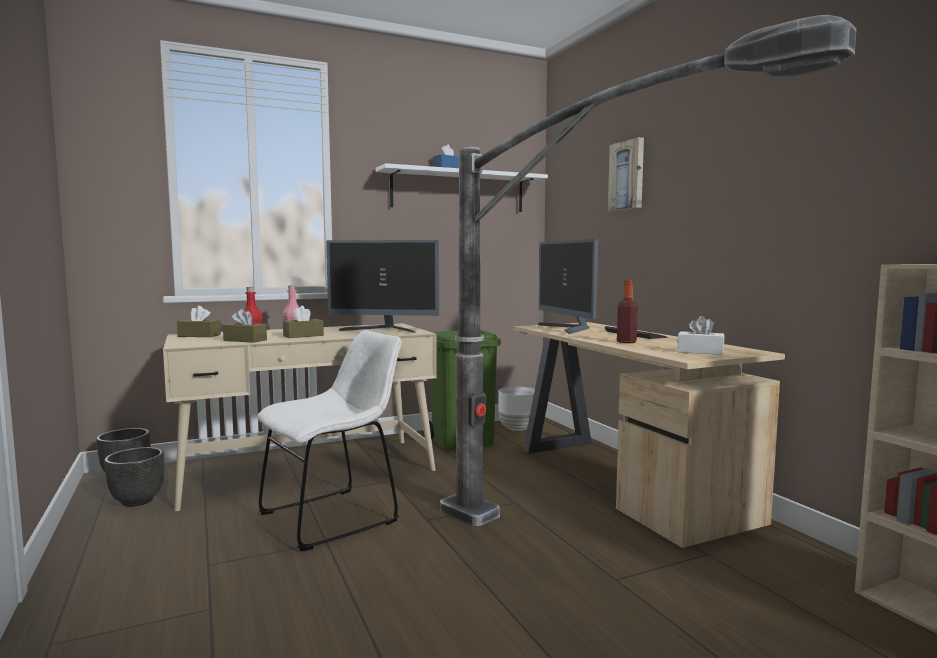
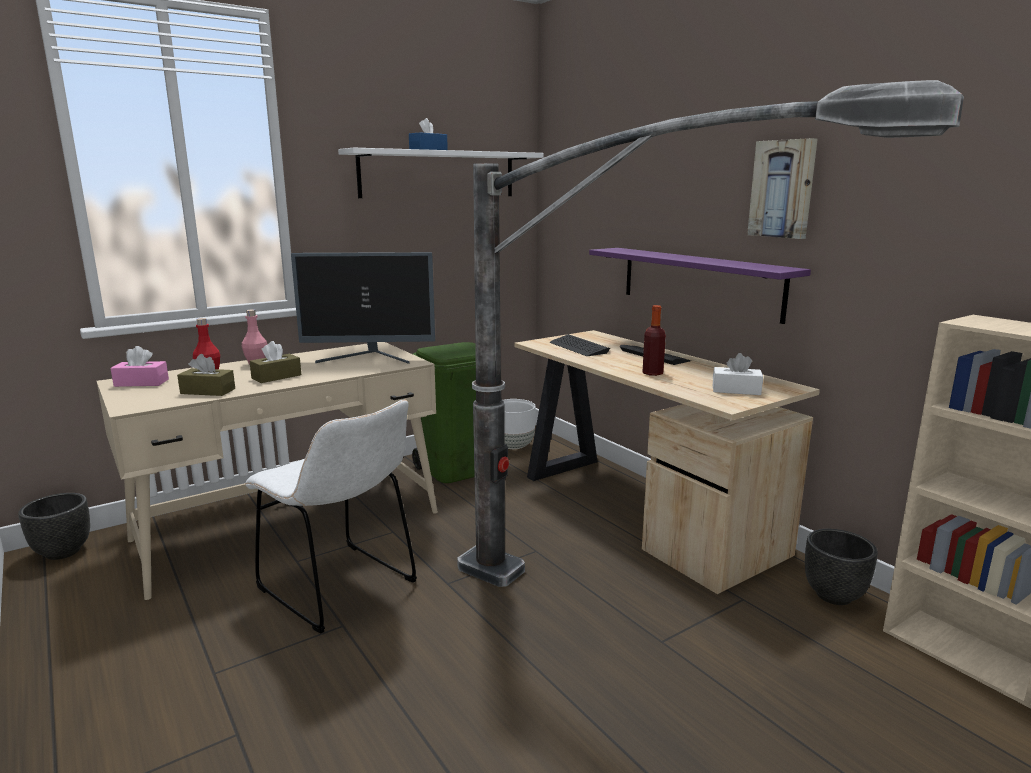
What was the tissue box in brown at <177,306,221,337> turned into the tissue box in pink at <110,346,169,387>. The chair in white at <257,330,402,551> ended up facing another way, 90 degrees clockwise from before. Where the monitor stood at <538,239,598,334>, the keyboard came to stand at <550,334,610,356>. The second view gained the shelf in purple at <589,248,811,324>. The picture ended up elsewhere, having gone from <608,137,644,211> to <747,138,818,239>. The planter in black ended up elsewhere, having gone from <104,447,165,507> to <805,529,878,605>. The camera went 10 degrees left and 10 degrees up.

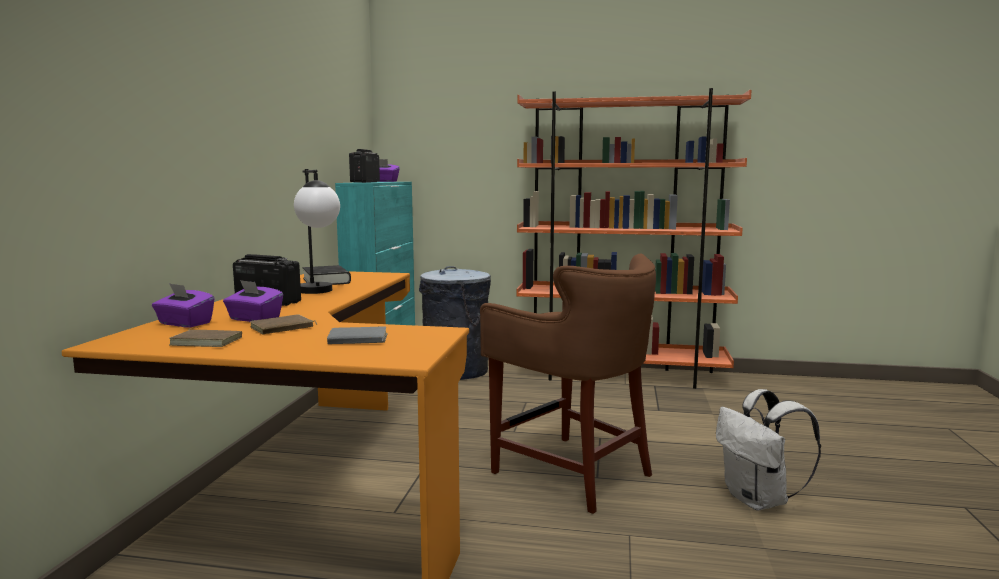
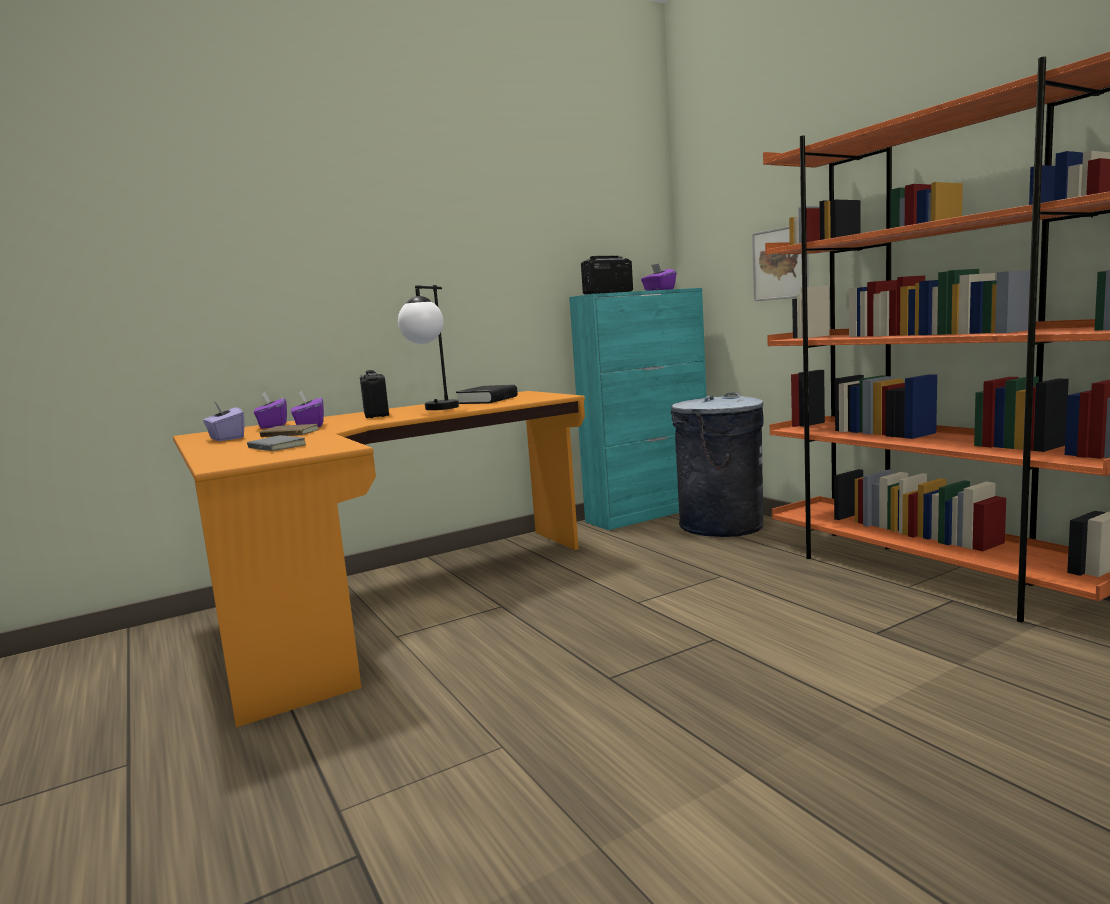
Where the book in brown stood at <169,328,242,347>, the tissue box in purple came to stand at <203,402,244,441>. The second view gained the picture at <752,226,809,301>. The second view lost the stool in brown at <480,254,656,514>. The second view lost the backpack in white at <716,389,821,510>. The camera went 50 degrees right and 0 degrees up.

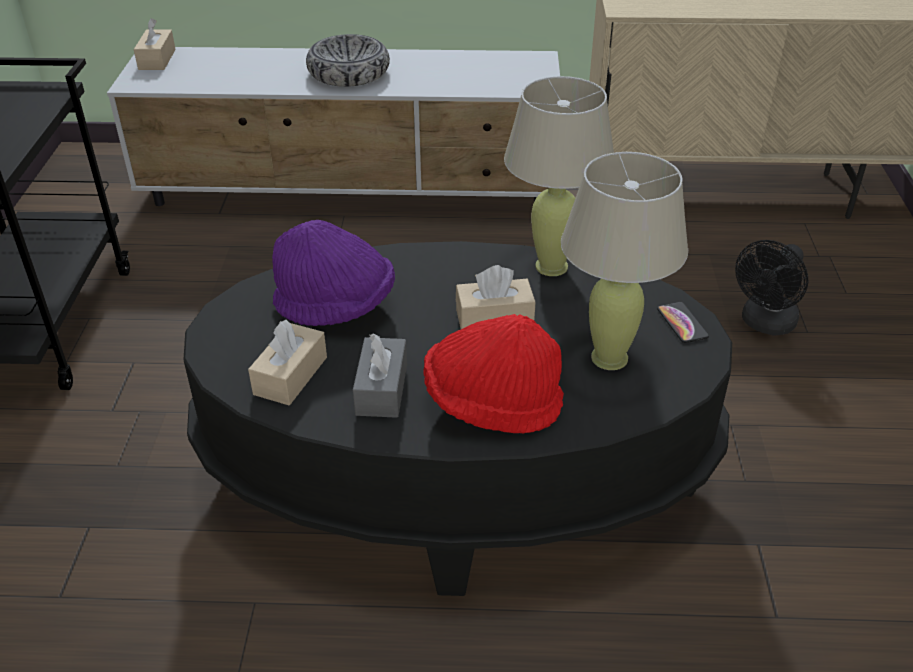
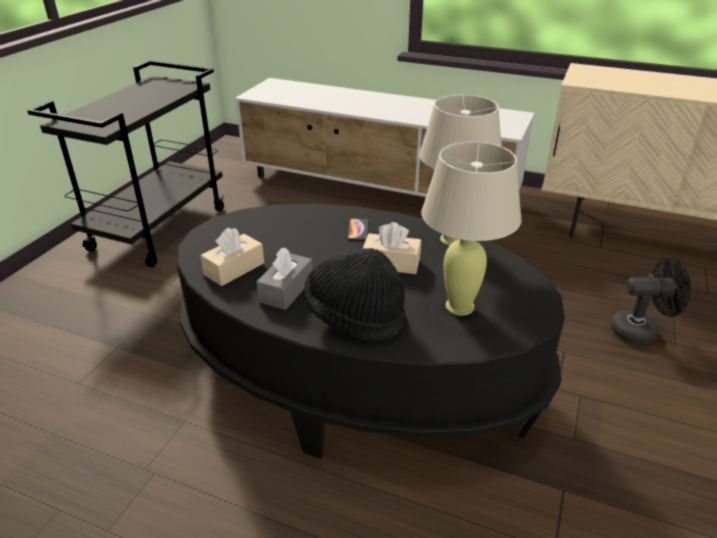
What was the hat in red at <423,314,564,433> turned into the hat in black at <304,248,408,342>. The phone ended up elsewhere, having gone from <657,302,709,343> to <347,218,369,241>. The fan in black at <735,240,808,335> ended up facing another way, 150 degrees counterclockwise from before. The second view lost the tissue box in beige at <134,18,176,70>. The second view lost the hat in purple at <272,220,395,326>. The second view lost the bowl at <306,34,390,87>. The camera went 20 degrees right and 5 degrees down.

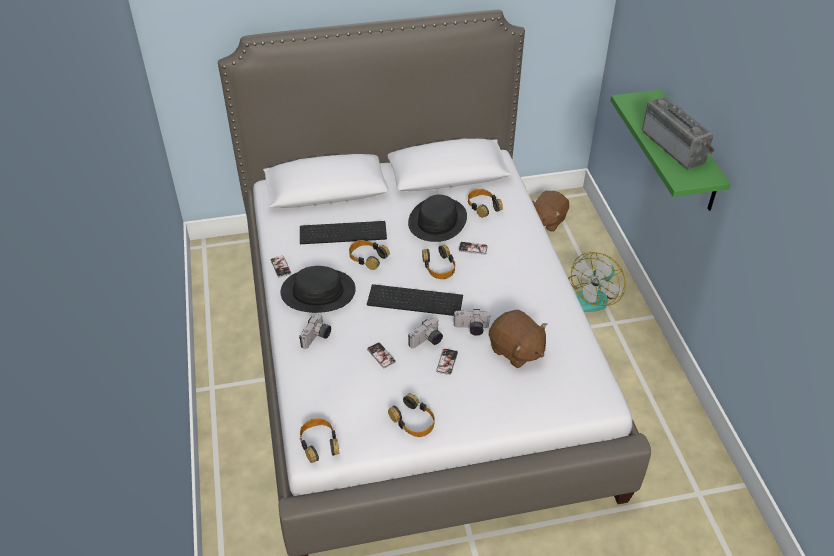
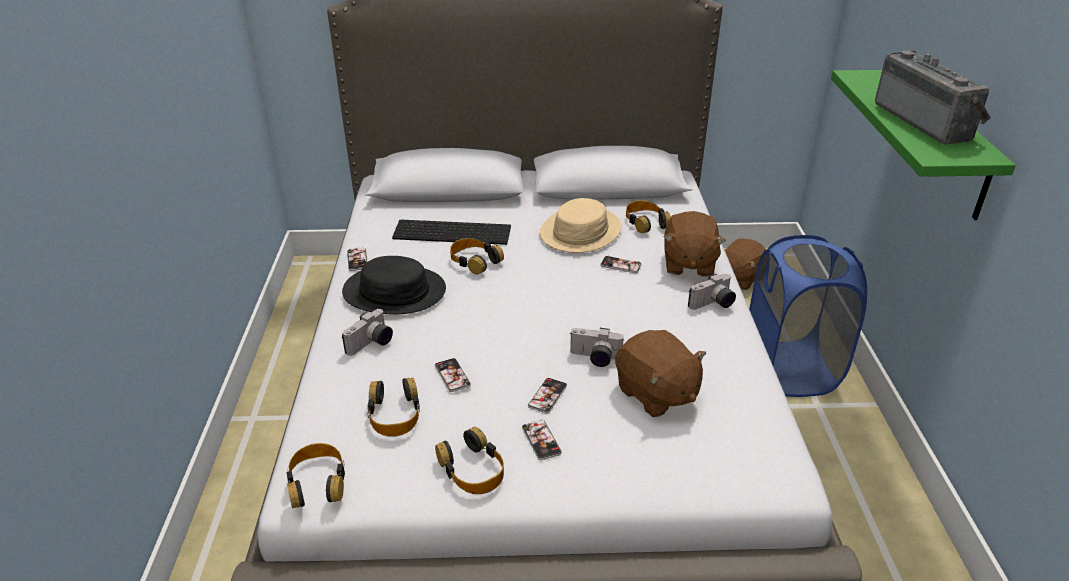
The headphones ended up elsewhere, having gone from <422,245,455,279> to <368,378,420,437>. The second view gained the phone at <522,419,562,460>. What was the hat in black at <408,195,467,242> turned into the hat in beige at <540,198,622,253>. The second view gained the plush toy in brown at <664,211,726,277>. The photo camera ended up elsewhere, having gone from <408,317,443,348> to <688,274,736,310>. Where the fan stood at <568,252,626,312>, the laundry basket in blue came to stand at <749,235,867,397>. The second view lost the keyboard at <367,284,463,316>. The camera went 10 degrees right and 10 degrees down.

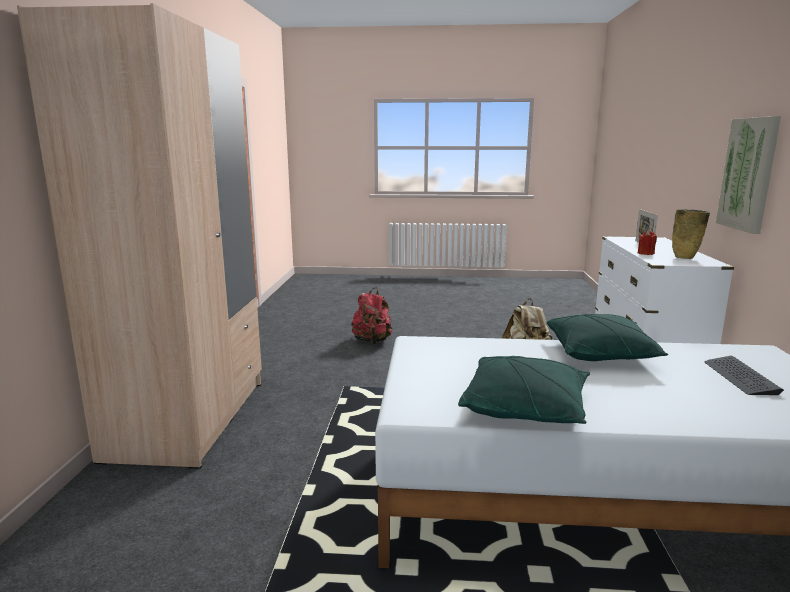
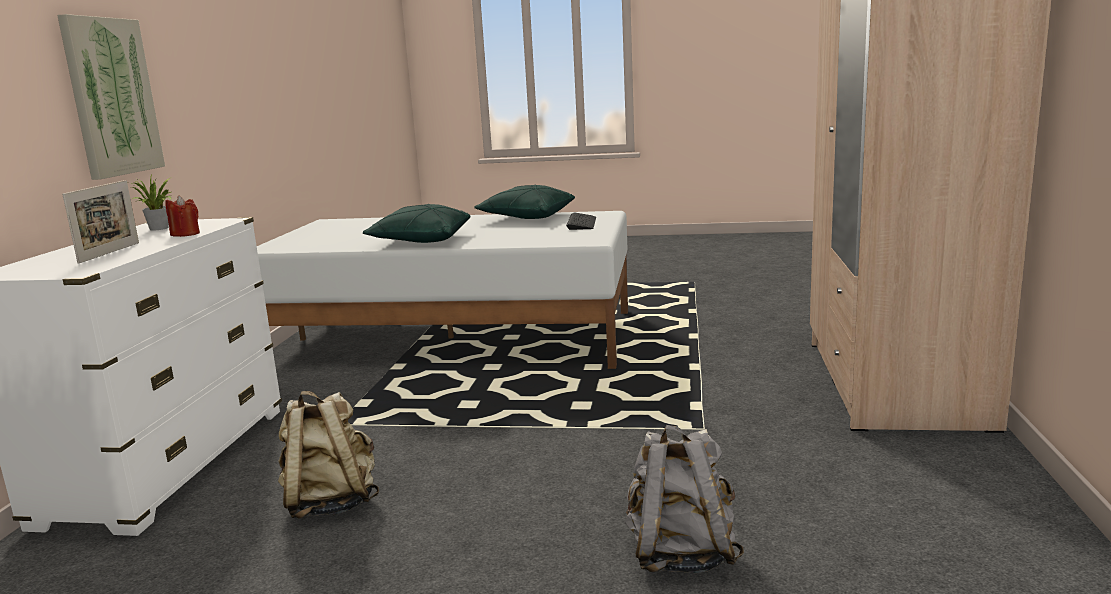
Where the vase in beige stood at <672,209,710,259>, the potted plant came to stand at <127,175,171,230>. The keyboard ended up elsewhere, having gone from <704,356,784,395> to <566,212,596,230>. What was the backpack in red at <351,288,392,344> turned into the backpack in grey at <625,425,744,573>. The camera went 175 degrees left and 0 degrees up.

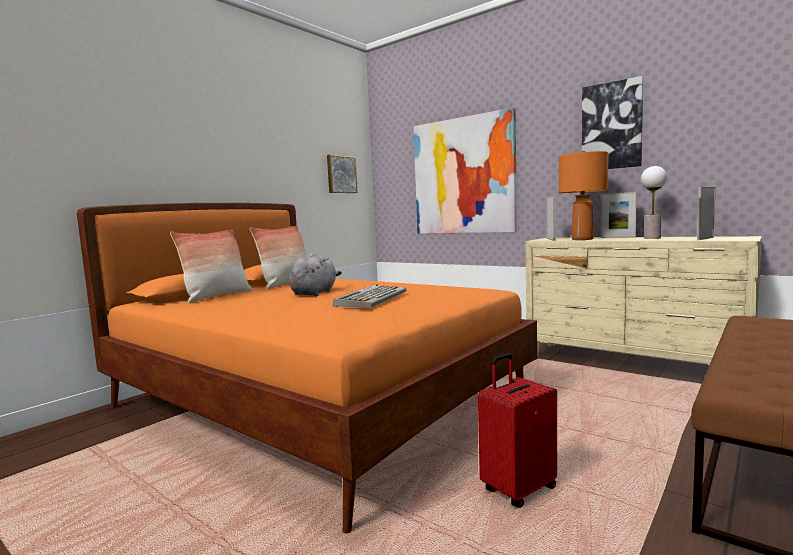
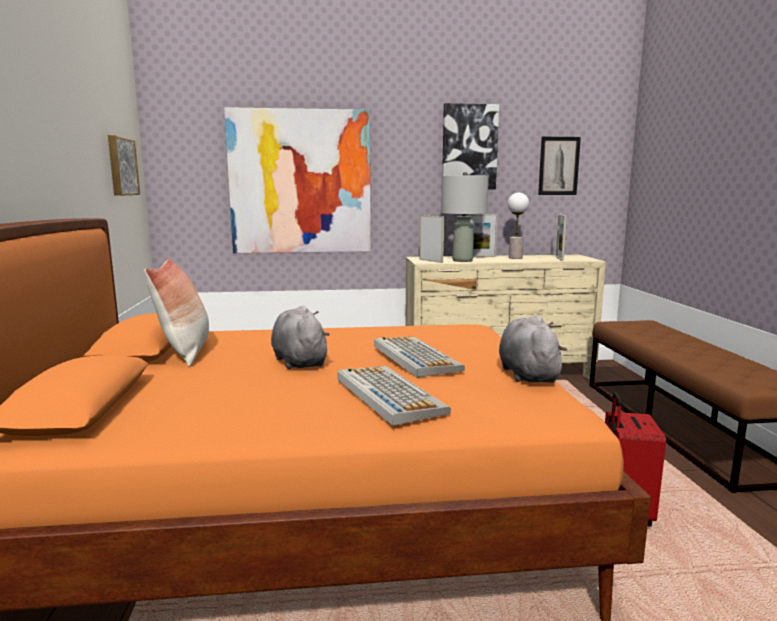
The second view gained the keyboard at <337,366,451,426>. What was the table lamp in orange at <559,151,609,240> turned into the table lamp in grey at <441,172,489,262>. The second view gained the plush toy in grey at <499,315,567,383>. The second view gained the picture at <538,137,581,195>. The second view lost the pillow at <170,229,252,303>. The camera went 45 degrees left and 5 degrees up.

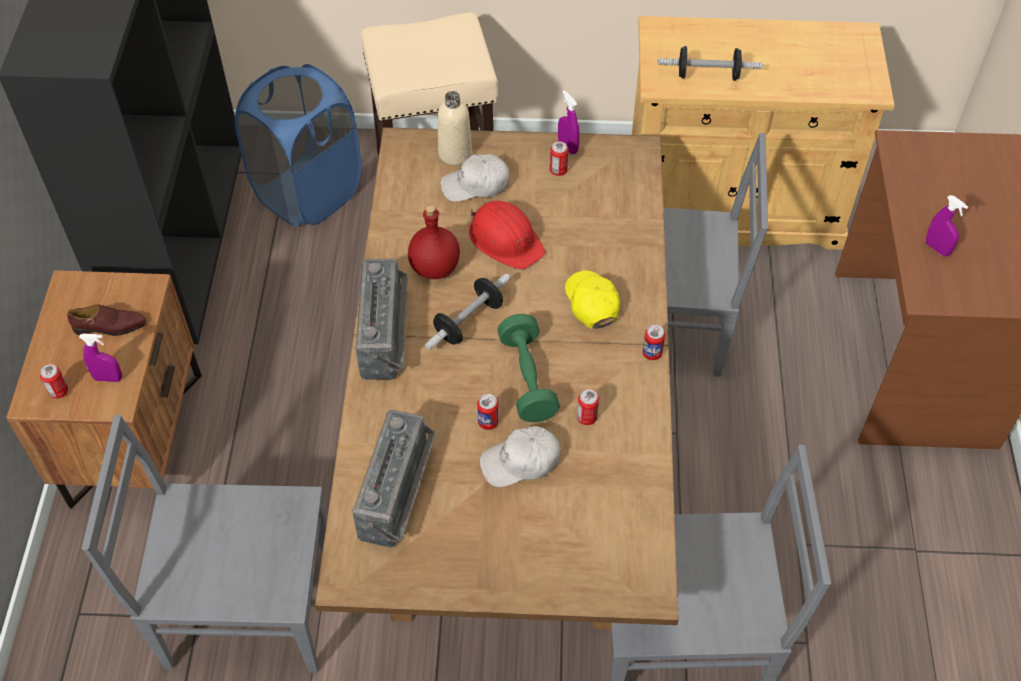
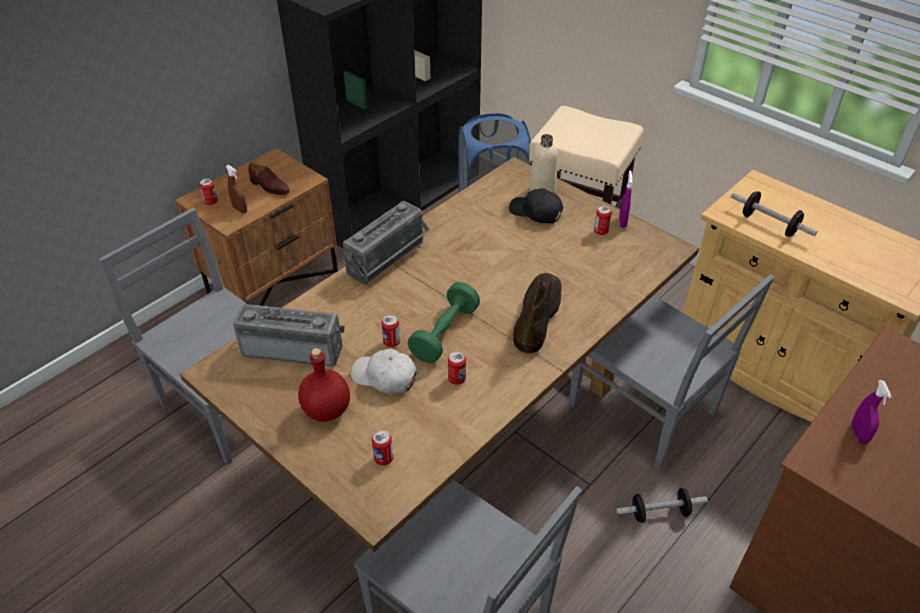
What was the spray bottle in purple at <79,334,122,382> turned into the spray bottle in brown at <226,165,247,213>. The radio at <352,410,436,547> ended up facing another way, 135 degrees counterclockwise from before. The bottle in red ended up elsewhere, having gone from <408,205,460,279> to <298,348,350,422>. The can ended up elsewhere, having gone from <642,325,665,360> to <372,430,393,465>. What was the cap in white at <440,154,509,202> turned into the cap in black at <509,188,563,224>. Where the cap in yellow stood at <565,270,620,329>, the boot in brown came to stand at <513,273,562,353>. The dumbbell ended up elsewhere, having gone from <425,273,510,350> to <616,488,707,523>. The second view lost the hard hat in red at <469,201,545,270>. The camera went 40 degrees right and 10 degrees down.

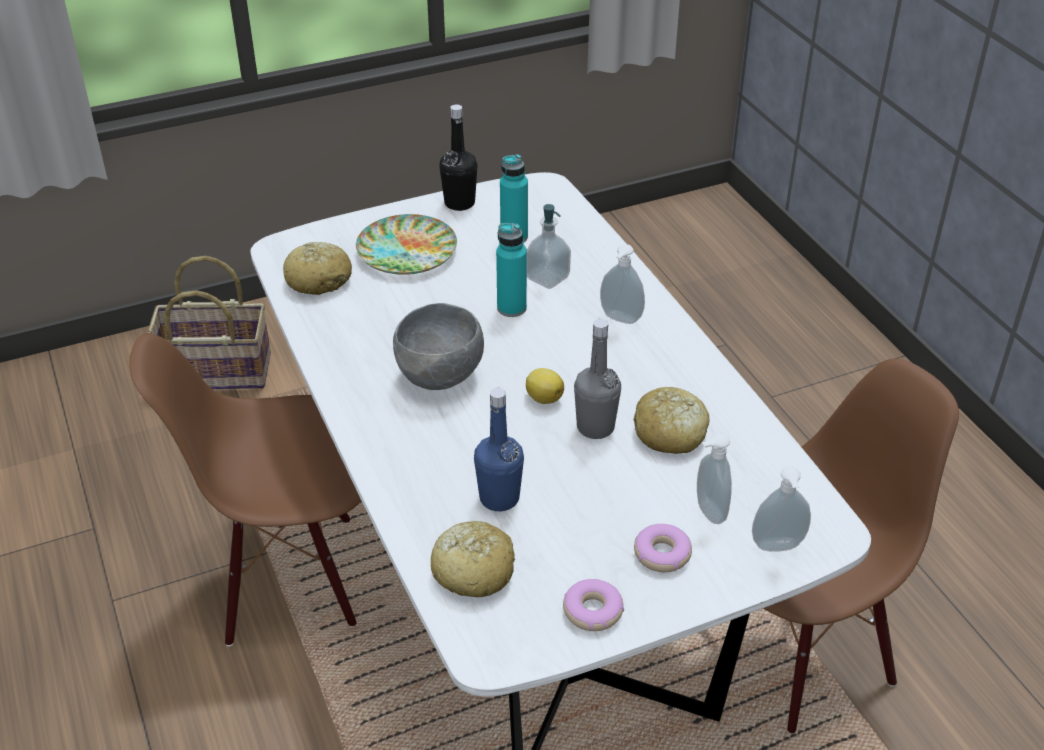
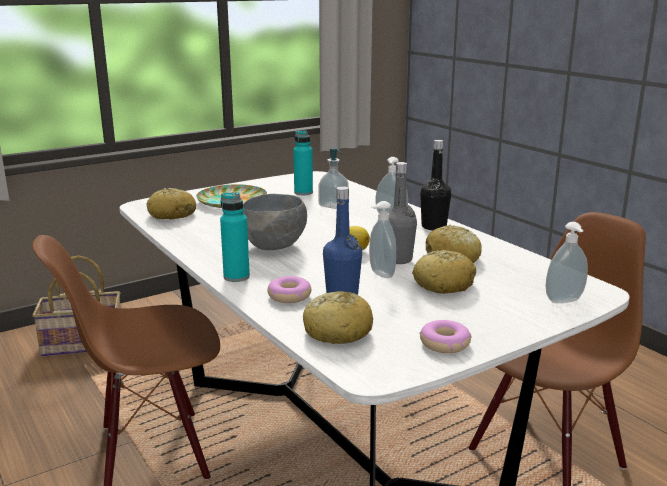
The bottle in turquoise ended up elsewhere, having gone from <496,223,527,317> to <220,192,250,282>. The donut ended up elsewhere, having gone from <634,524,692,572> to <267,276,311,303>. The soap dispenser ended up elsewhere, having gone from <697,433,732,524> to <369,201,396,278>. The second view gained the bread at <412,250,476,294>. The bottle in black ended up elsewhere, having gone from <439,105,477,211> to <420,140,451,230>. The camera went 10 degrees left and 20 degrees down.

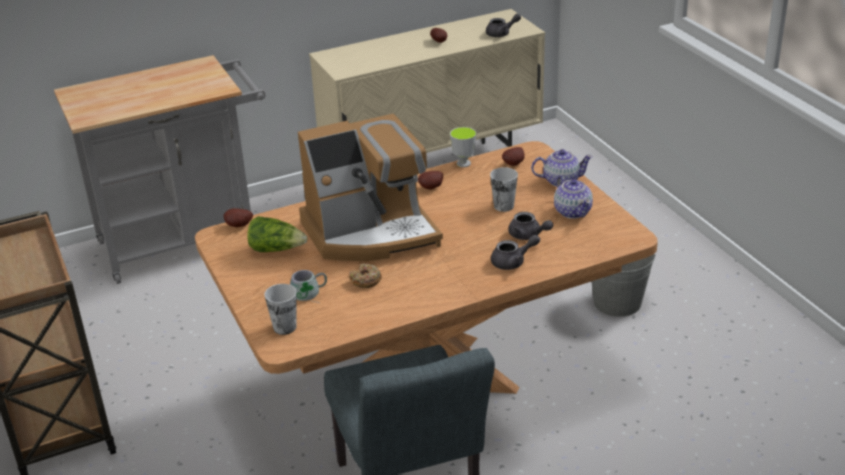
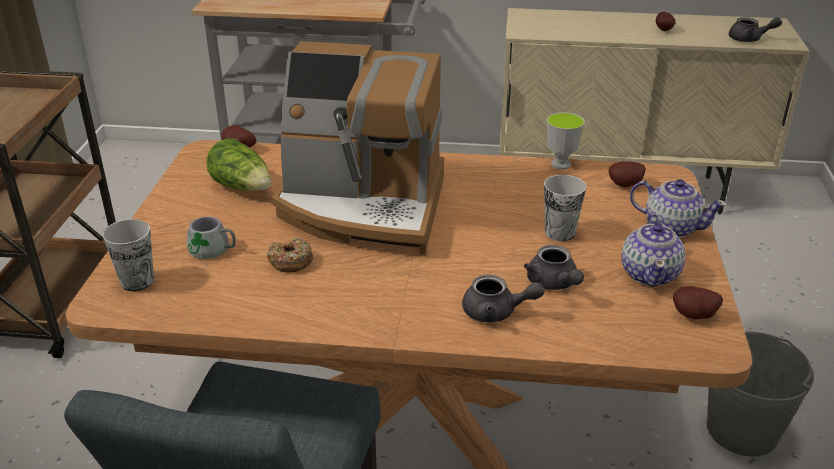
The potato ended up elsewhere, having gone from <418,171,443,190> to <673,286,723,319>. The camera went 30 degrees right and 0 degrees up.

